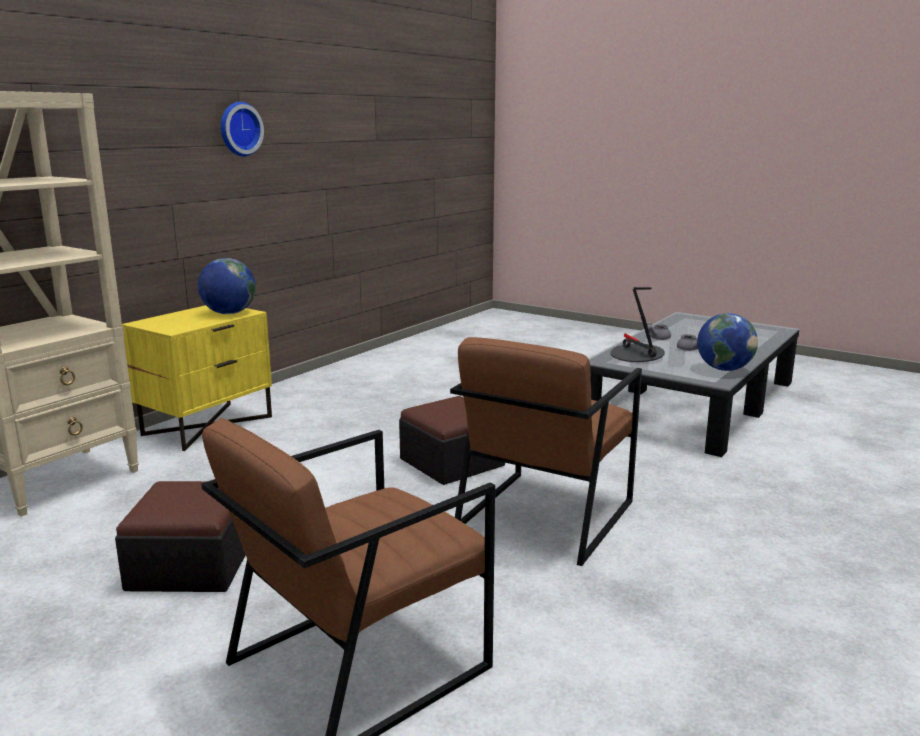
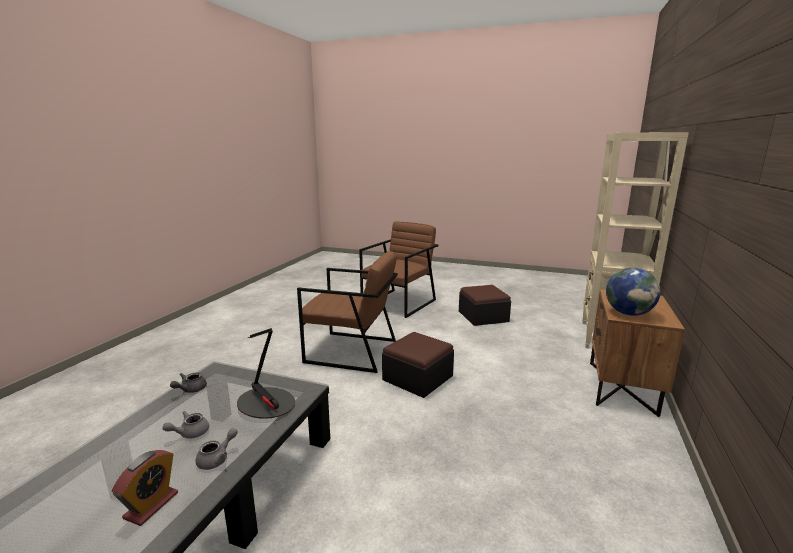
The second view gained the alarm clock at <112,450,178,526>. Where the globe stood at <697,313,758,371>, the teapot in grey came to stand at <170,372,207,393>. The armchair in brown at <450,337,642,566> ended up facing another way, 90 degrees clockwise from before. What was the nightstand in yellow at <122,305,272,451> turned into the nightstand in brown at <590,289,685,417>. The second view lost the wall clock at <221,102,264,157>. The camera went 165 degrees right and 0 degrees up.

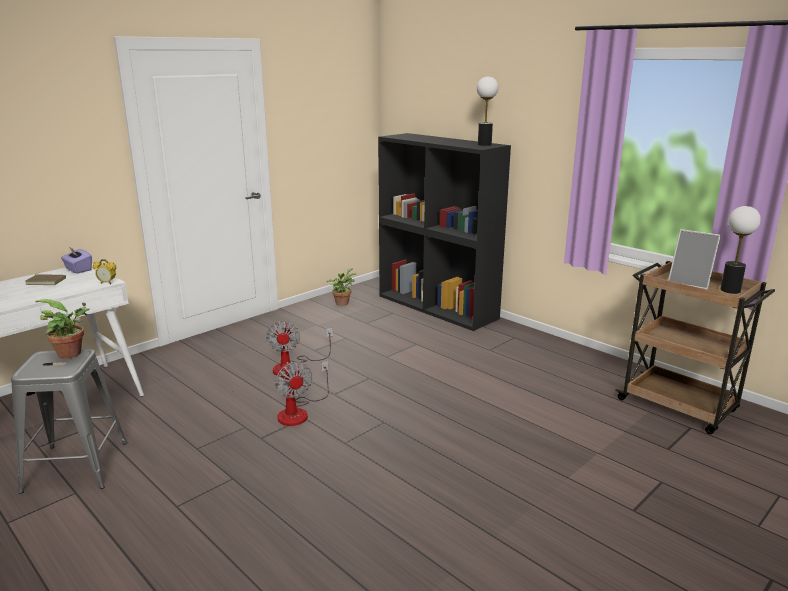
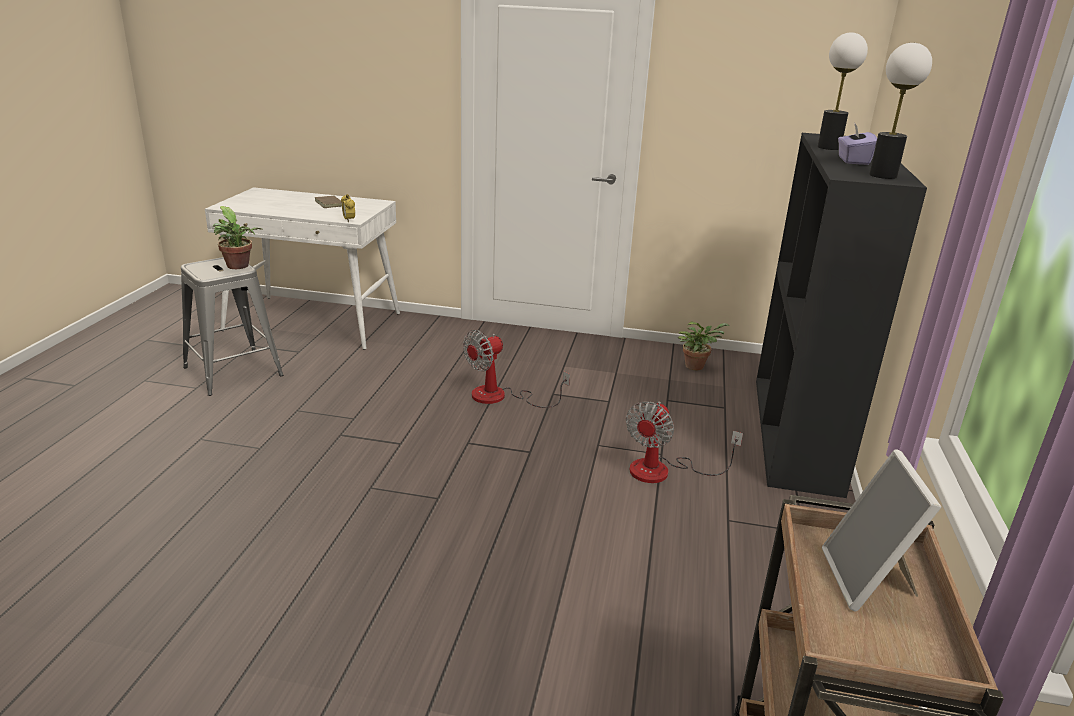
The fan ended up elsewhere, having gone from <275,361,329,426> to <626,402,743,483>. The table lamp ended up elsewhere, having gone from <720,206,761,294> to <817,32,868,150>. The tissue box in purple ended up elsewhere, having gone from <61,247,92,274> to <838,122,877,165>. The camera went 55 degrees right and 5 degrees up.

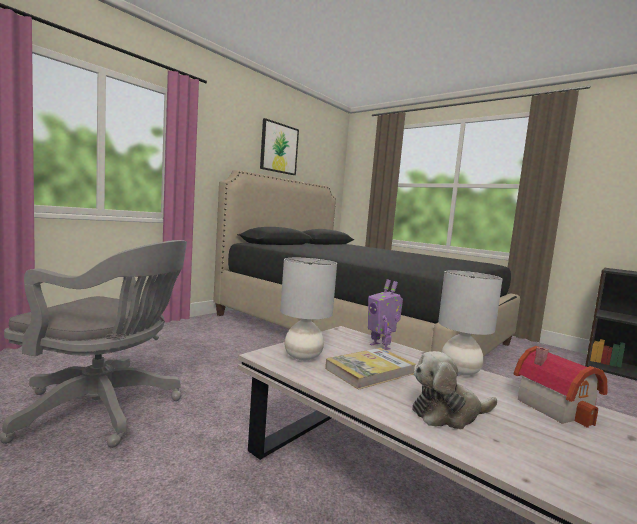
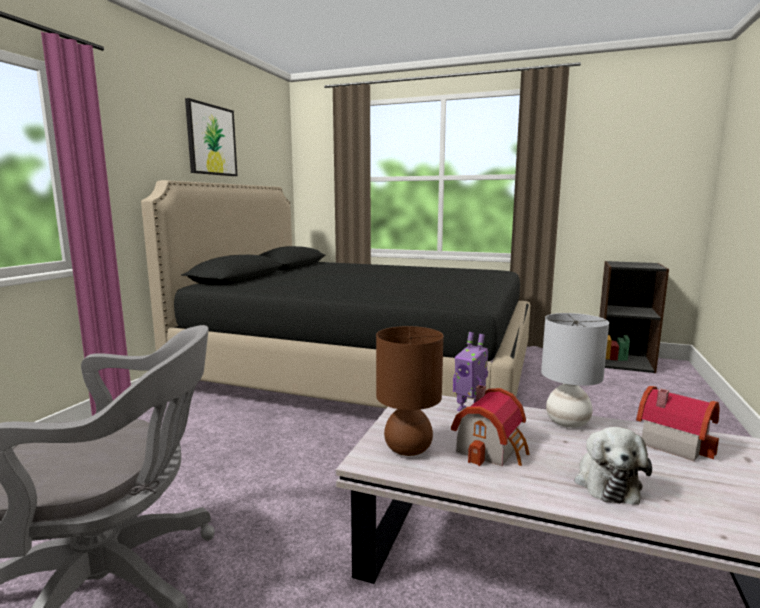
What was the table lamp in grey at <280,258,337,360> turned into the table lamp in brown at <376,326,443,456>. Where the book stood at <325,348,416,390>, the toy house came to stand at <451,385,530,466>. The plush toy at <412,351,497,429> ended up facing another way, 45 degrees counterclockwise from before. The camera went 20 degrees left and 5 degrees up.

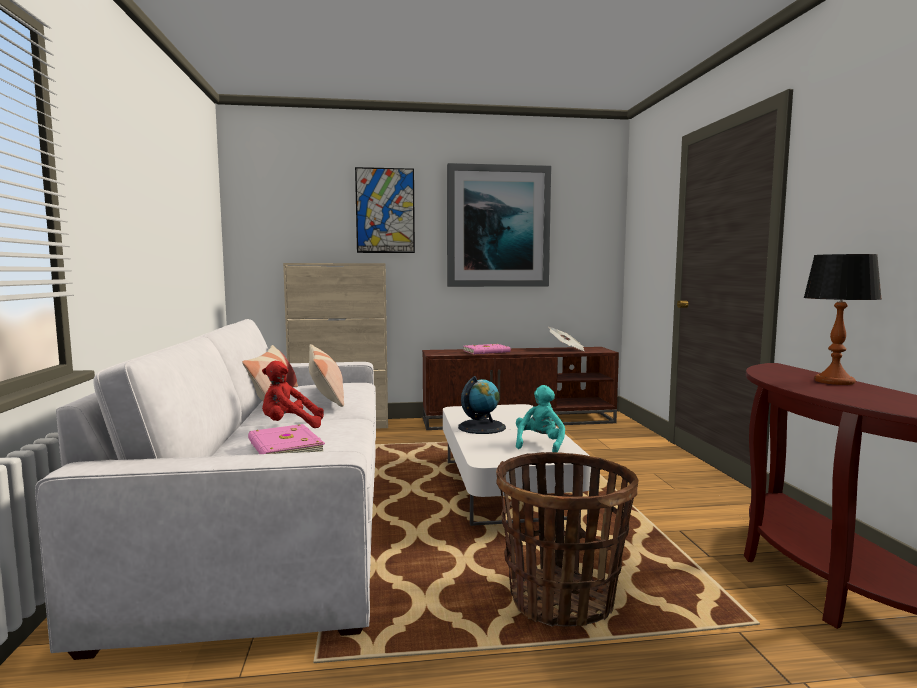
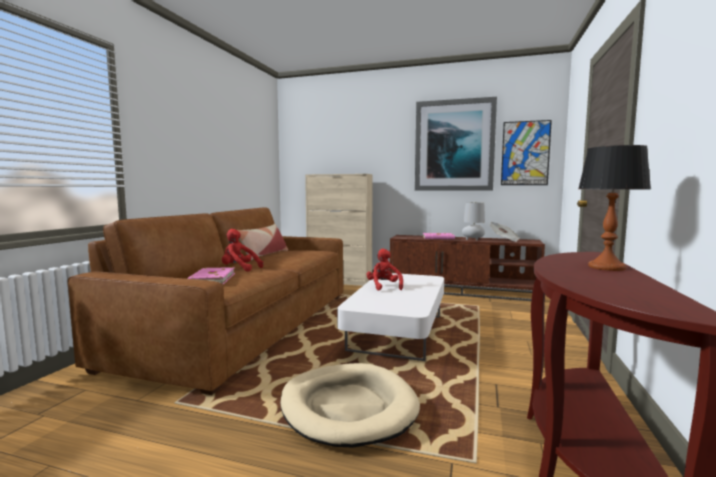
What was the sofa in white at <35,319,376,660> turned into the sofa in brown at <68,207,343,395>. Where the basket stood at <496,452,638,627>, the dog bed in beige came to stand at <280,363,420,448>. Where the globe stood at <458,376,506,434>, the plush toy in red came to stand at <366,249,403,290>. The second view gained the table lamp in grey at <462,202,485,241>. The picture ended up elsewhere, having gone from <355,167,415,253> to <501,120,552,185>. The second view lost the pillow at <309,344,344,407>. The second view lost the plush toy in turquoise at <516,385,565,452>. The camera went 25 degrees right and 0 degrees up.

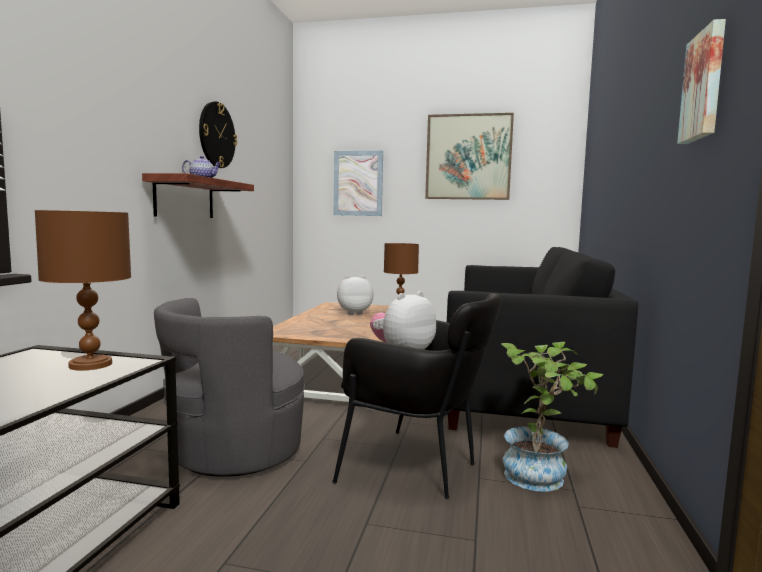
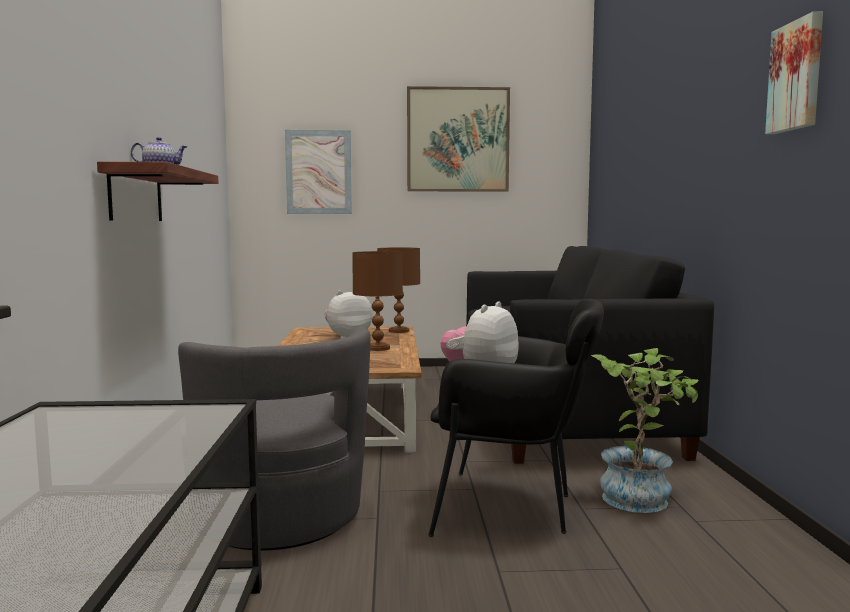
The armchair in grey at <154,298,305,477> ended up facing another way, 60 degrees counterclockwise from before. The table lamp in brown ended up elsewhere, having gone from <35,210,131,370> to <352,251,403,351>. The second view lost the wall clock at <199,101,237,168>. The camera went 15 degrees left and 0 degrees up.

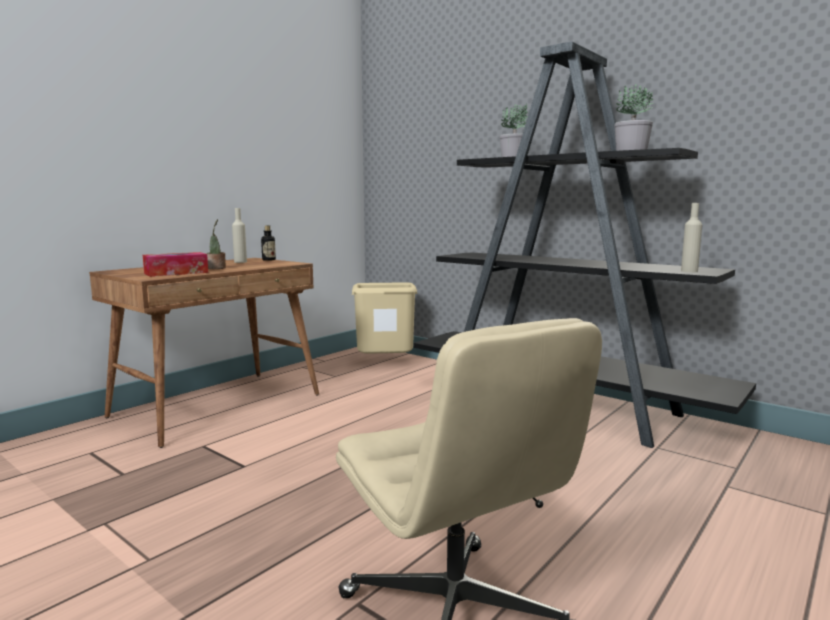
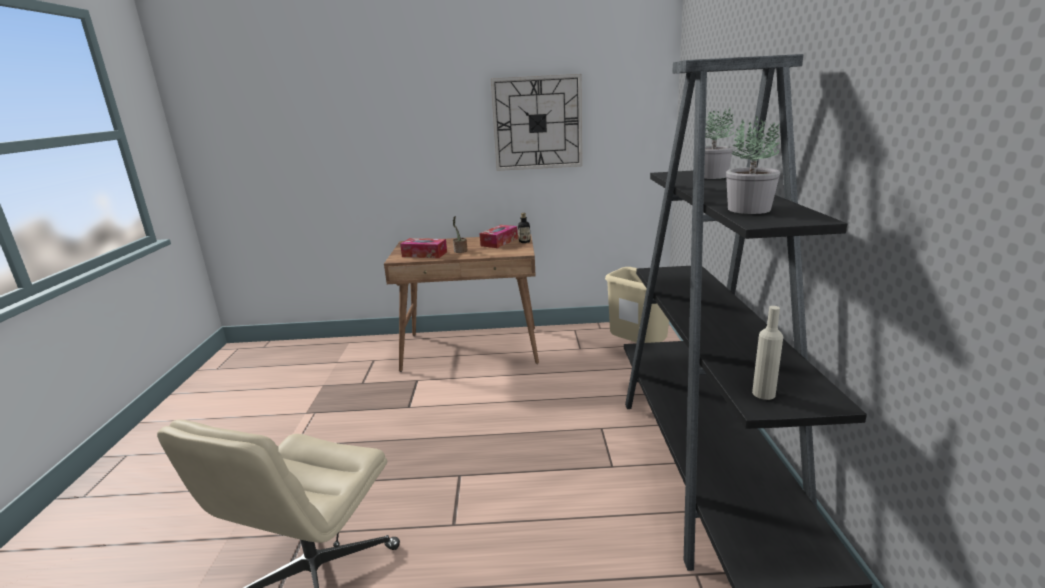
Where the bottle in beige stood at <232,208,247,263>, the tissue box came to stand at <480,225,518,248>. The second view gained the wall clock at <491,74,582,171>. The camera went 50 degrees right and 10 degrees up.

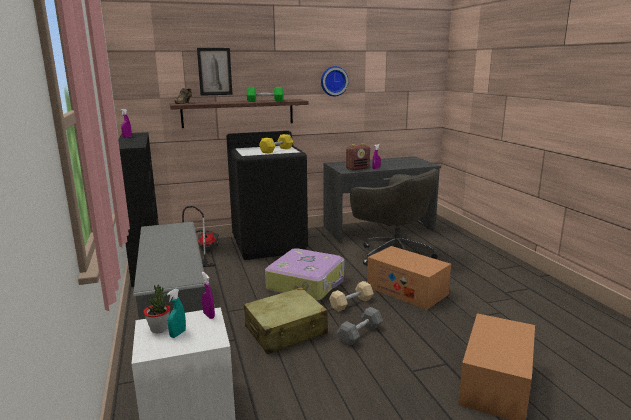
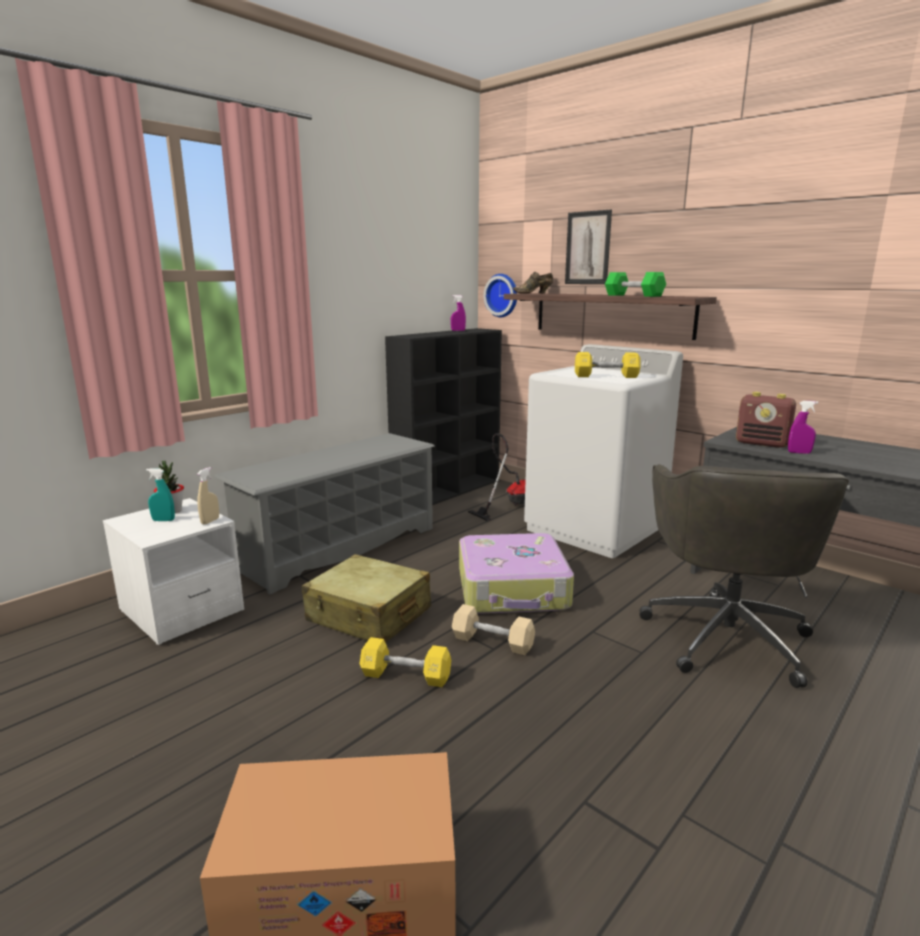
What was the spray bottle in purple at <201,272,215,319> turned into the spray bottle in beige at <197,467,219,525>. What was the dumbbell in grey at <337,307,383,346> turned into the dumbbell in yellow at <359,637,451,687>. The wall clock ended up elsewhere, having gone from <321,66,349,96> to <483,274,517,317>. What was the washing machine in black at <226,131,308,260> turned into the washing machine in white at <524,344,683,558>. The second view lost the cardboard box at <367,246,451,310>. The camera went 60 degrees right and 0 degrees up.

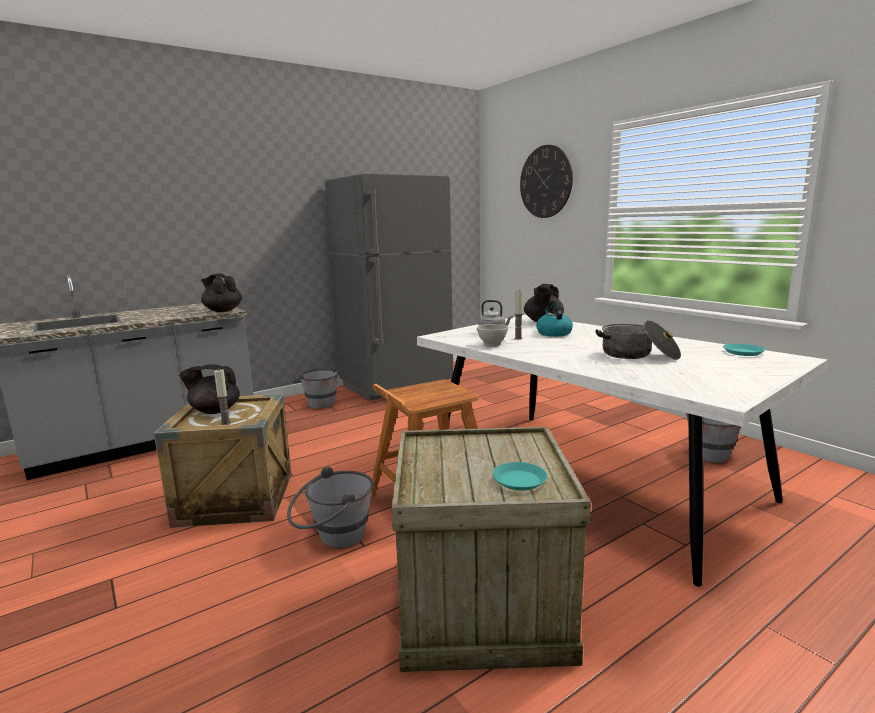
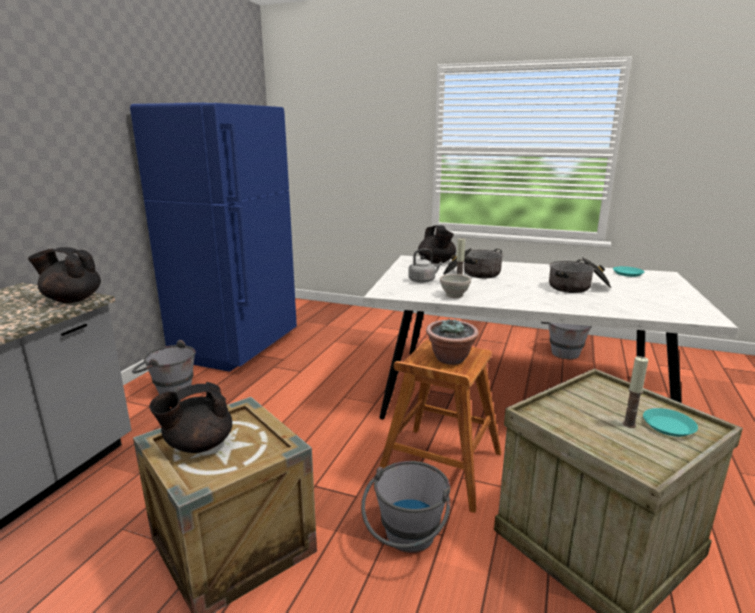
What was the fridge in grey at <325,173,453,401> turned into the fridge in blue at <130,103,297,372>. The second view gained the potted plant at <426,318,479,365>. Where the kettle stood at <536,300,573,337>, the cooking pot came to stand at <443,248,503,278>. The candle ended up elsewhere, having gone from <214,369,231,425> to <622,356,648,428>. The second view lost the wall clock at <520,145,573,218>. The camera went 35 degrees left and 5 degrees up.

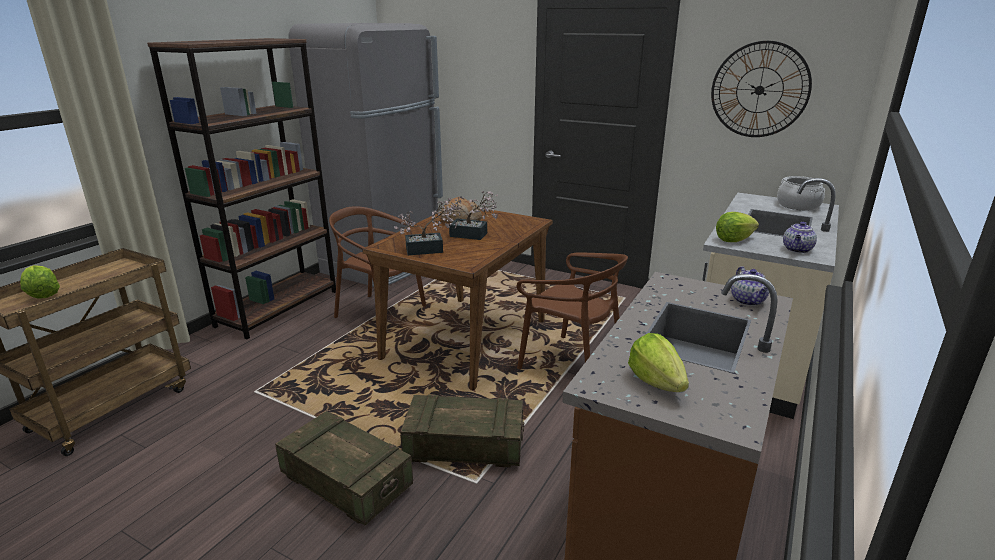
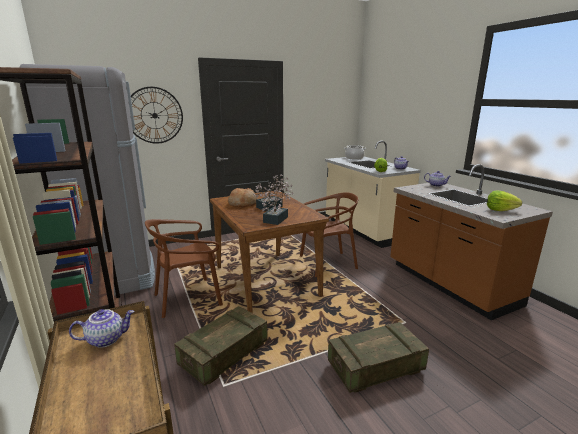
The second view gained the teapot at <69,309,135,348>. The wall clock ended up elsewhere, having gone from <711,41,812,137> to <131,87,183,144>. The crate ended up elsewhere, having gone from <400,394,524,468> to <174,306,268,386>. The second view lost the lettuce at <20,265,60,299>. The camera went 55 degrees left and 5 degrees down.

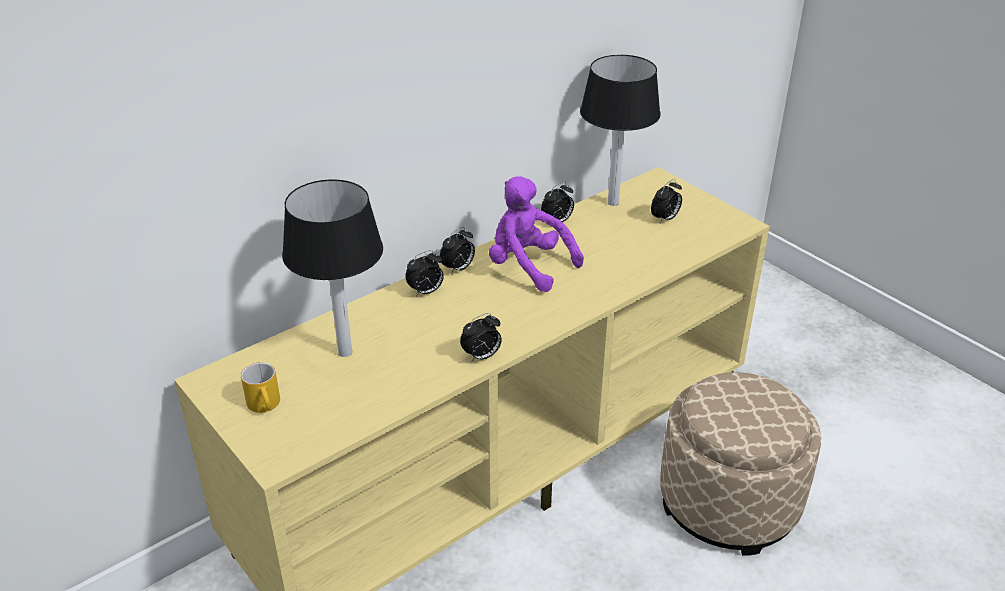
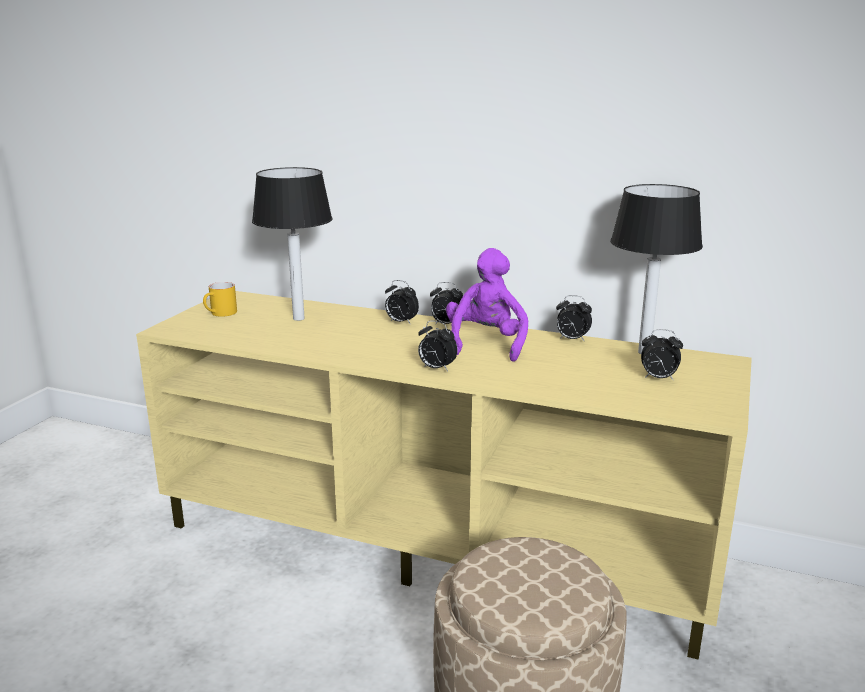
The alarm clock ended up elsewhere, having gone from <460,313,502,361> to <418,321,458,371>. The camera went 60 degrees right and 15 degrees down.

